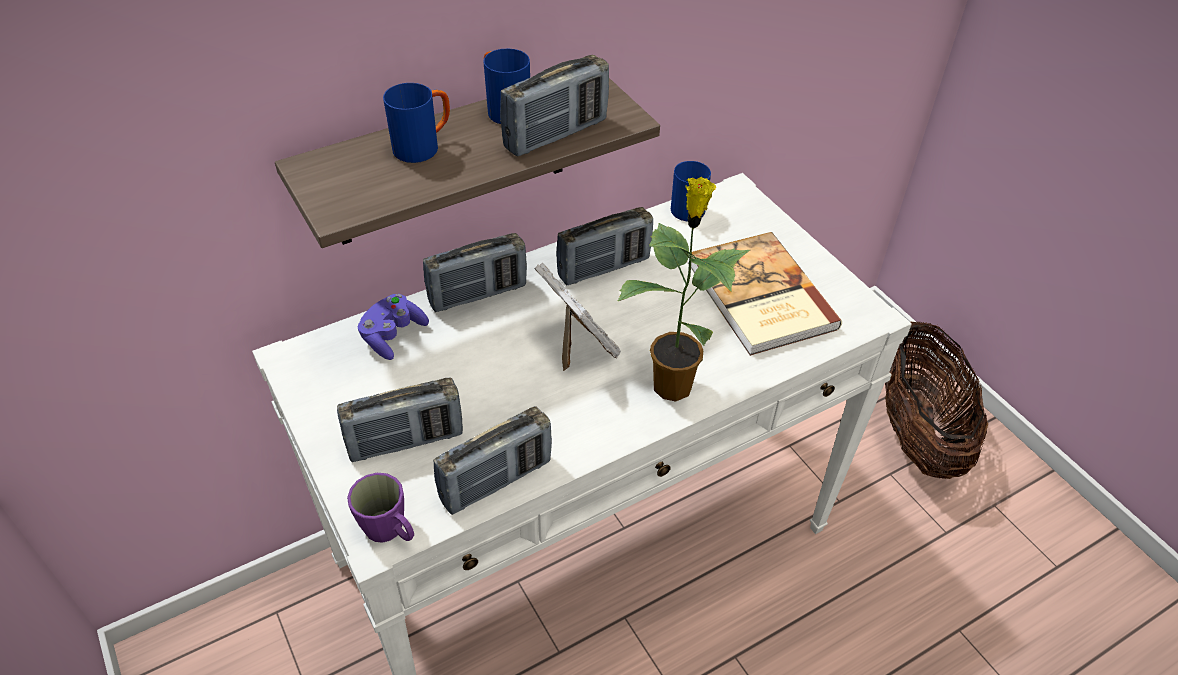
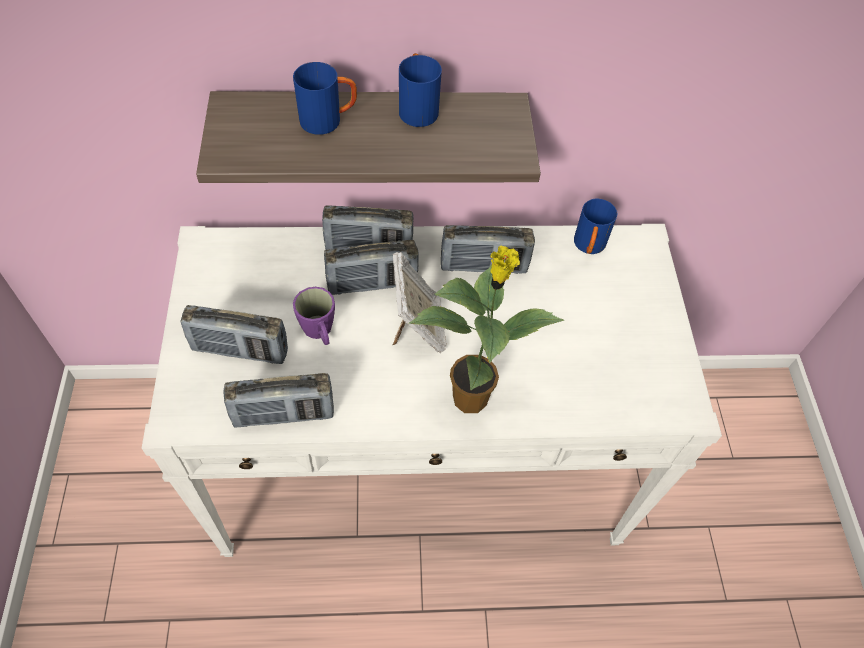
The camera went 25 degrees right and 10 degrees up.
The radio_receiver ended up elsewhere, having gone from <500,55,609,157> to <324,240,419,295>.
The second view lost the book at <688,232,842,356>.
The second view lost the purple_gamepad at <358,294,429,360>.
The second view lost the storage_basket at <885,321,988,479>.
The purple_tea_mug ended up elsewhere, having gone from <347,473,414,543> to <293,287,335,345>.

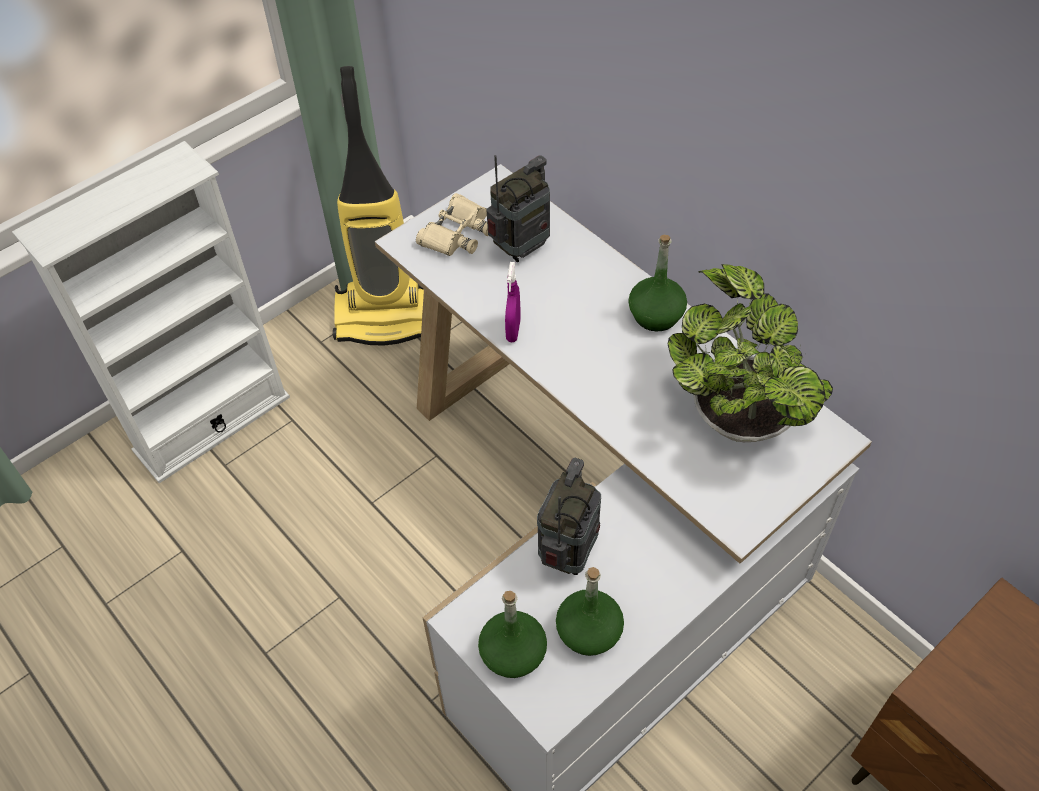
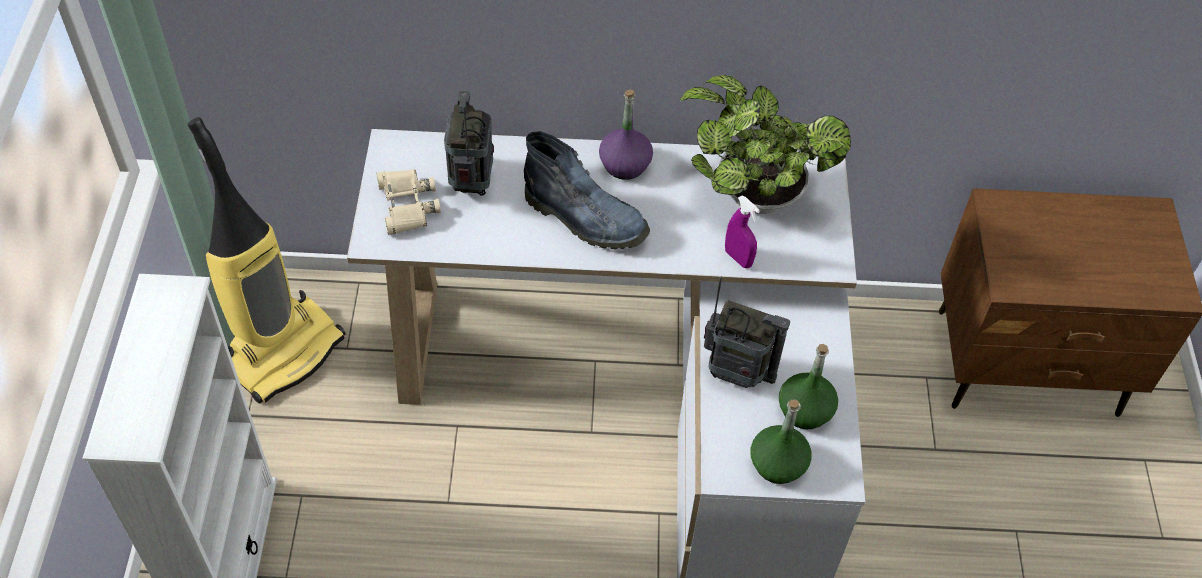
The camera went 50 degrees left and 0 degrees up.
What was the greenish_beverage_bottle at <628,235,687,332> turned into the purple_beverage_bottle at <599,90,653,180>.
The purple_hand_sprayer ended up elsewhere, having gone from <505,262,521,342> to <725,195,760,268>.
The radio_receiver at <537,458,601,575> ended up facing another way, 135 degrees clockwise from before.
The second view gained the boot at <524,131,650,250>.

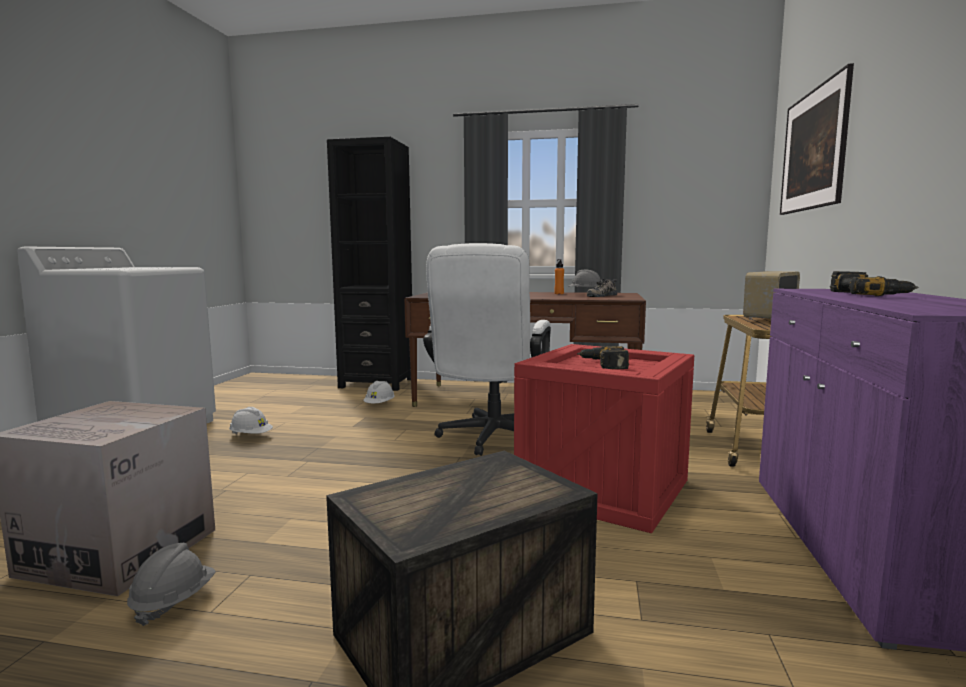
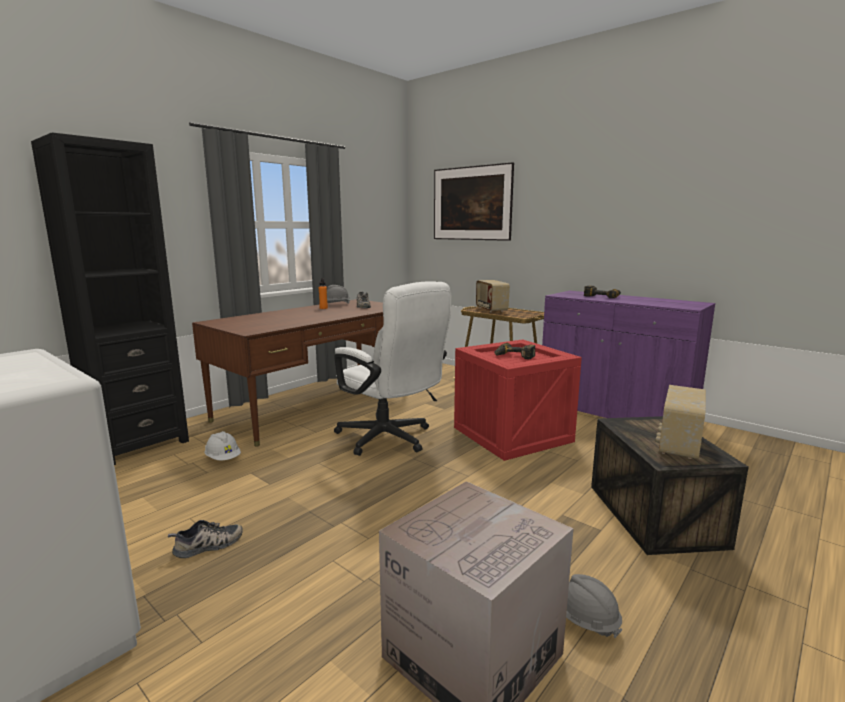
The camera went 60 degrees left and 5 degrees up.
Where the whitish_hard_hat stood at <229,407,273,434>, the low_shoe came to stand at <168,520,243,558>.
The second view gained the radio_receiver at <655,385,706,459>.

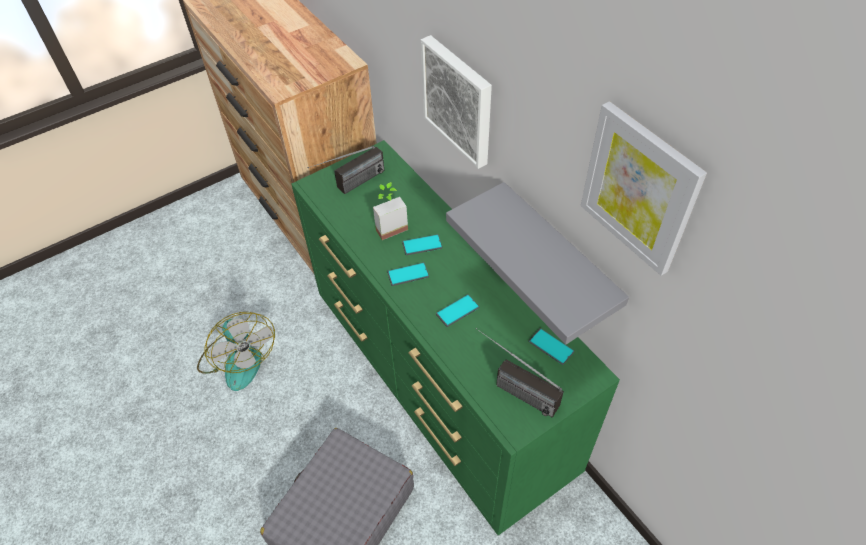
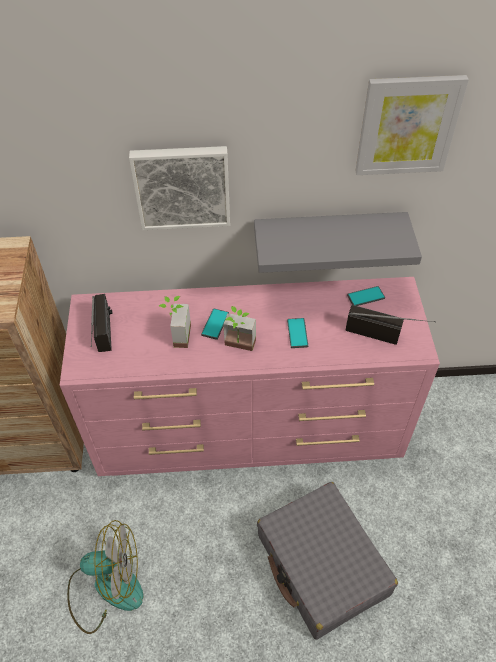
The camera went 60 degrees left and 0 degrees up.
What was the greenish_drawer_chest at <291,140,620,535> turned into the pink-coloured_drawer_chest at <60,277,440,476>.
Where the telephone stood at <387,262,429,286>, the plant_in_a_pot came to stand at <224,306,256,351>.
The radio_receiver at <476,328,564,418> ended up facing another way, 135 degrees counterclockwise from before.

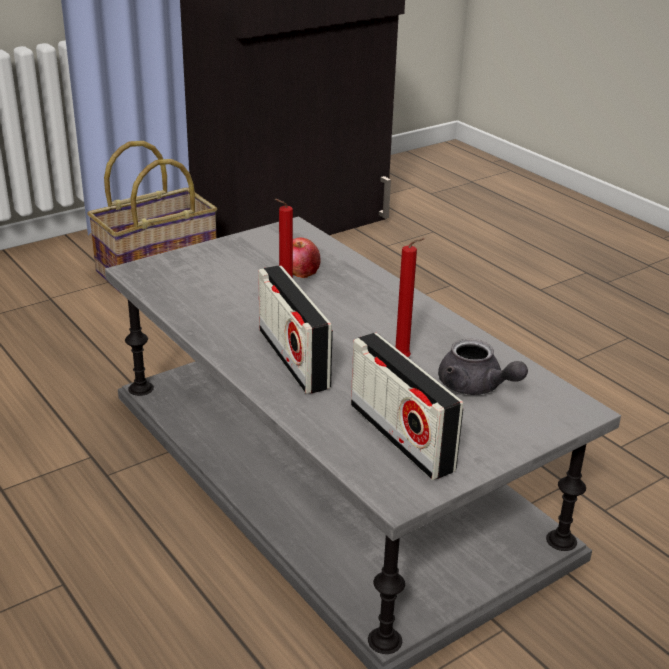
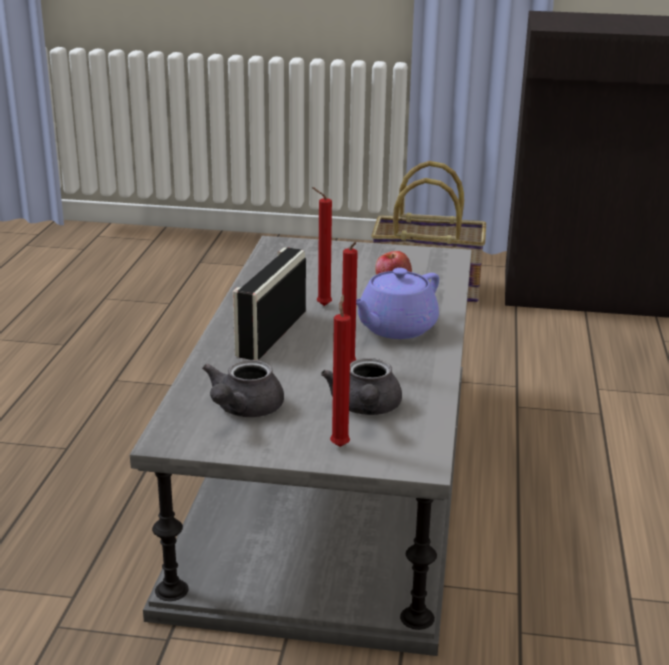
The camera went 45 degrees right and 5 degrees down.
Where the radio_receiver stood at <351,333,463,480>, the gray_pot_for_tea came to stand at <202,360,284,417>.
The second view gained the purple_pot_for_tea at <356,268,439,339>.
The second view gained the red-coloured_wax_light at <330,295,351,447>.

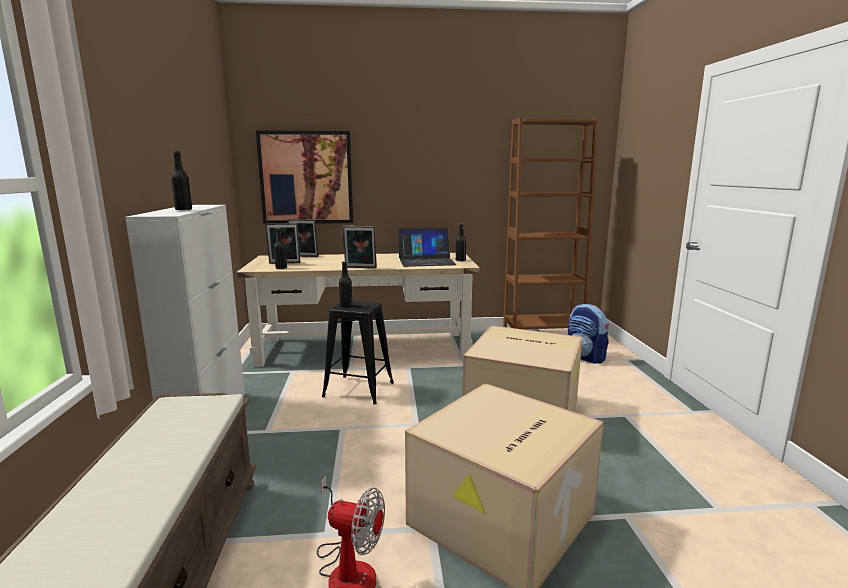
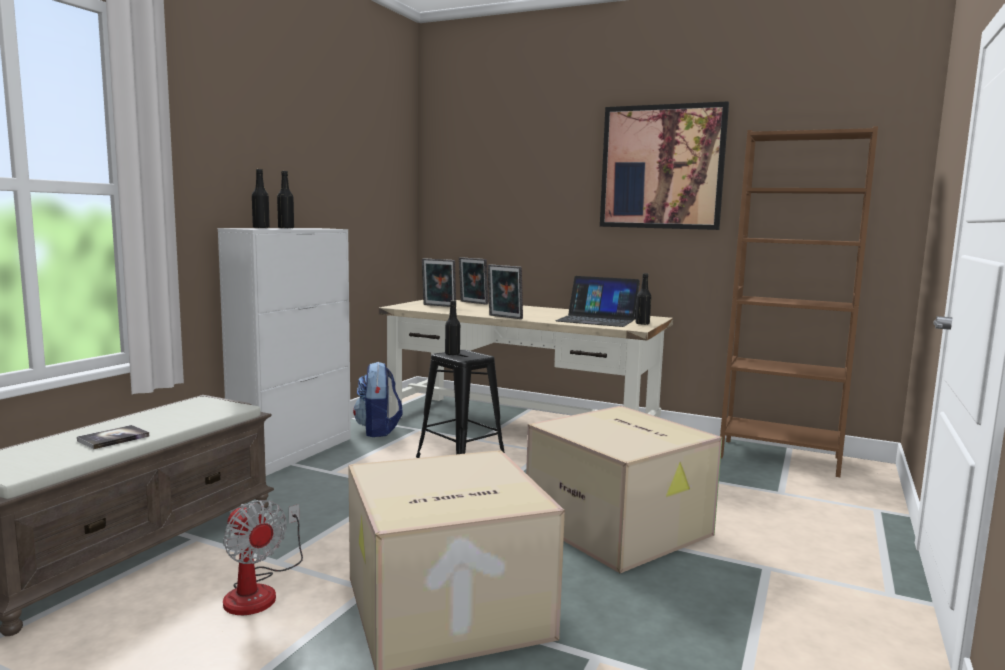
The camera went 30 degrees right and 5 degrees down.
The wall_art ended up elsewhere, having gone from <256,130,353,224> to <600,101,729,230>.
The black_beverage_bottle ended up elsewhere, having gone from <274,228,287,269> to <252,169,270,229>.
The rucksack ended up elsewhere, having gone from <568,304,609,364> to <353,362,403,437>.
The second view gained the book at <77,425,149,449>.

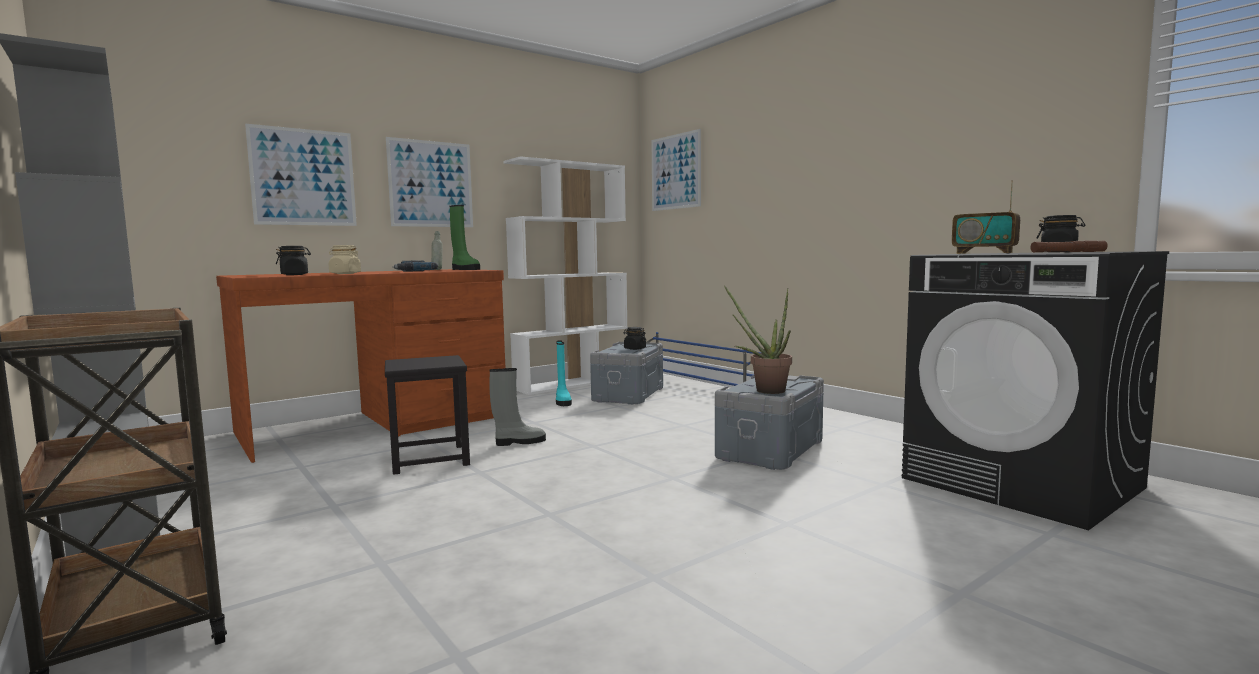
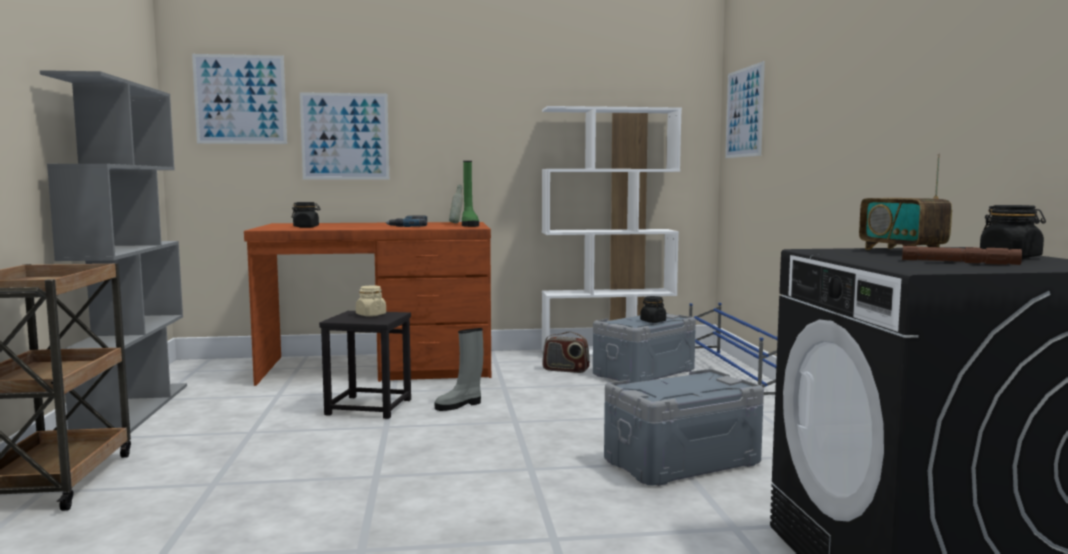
The camera went 30 degrees right and 0 degrees up.
The wall_art ended up elsewhere, having gone from <386,137,473,227> to <192,54,287,144>.
The beige-coloured_jar ended up elsewhere, having gone from <329,245,361,274> to <356,285,386,317>.
The second view lost the plant_in_a_pot at <724,285,792,394>.
Where the blue-green_boot stood at <556,340,572,406>, the radio_receiver came to stand at <542,331,590,373>.
The gray_boot at <490,368,546,446> ended up facing another way, 135 degrees clockwise from before.

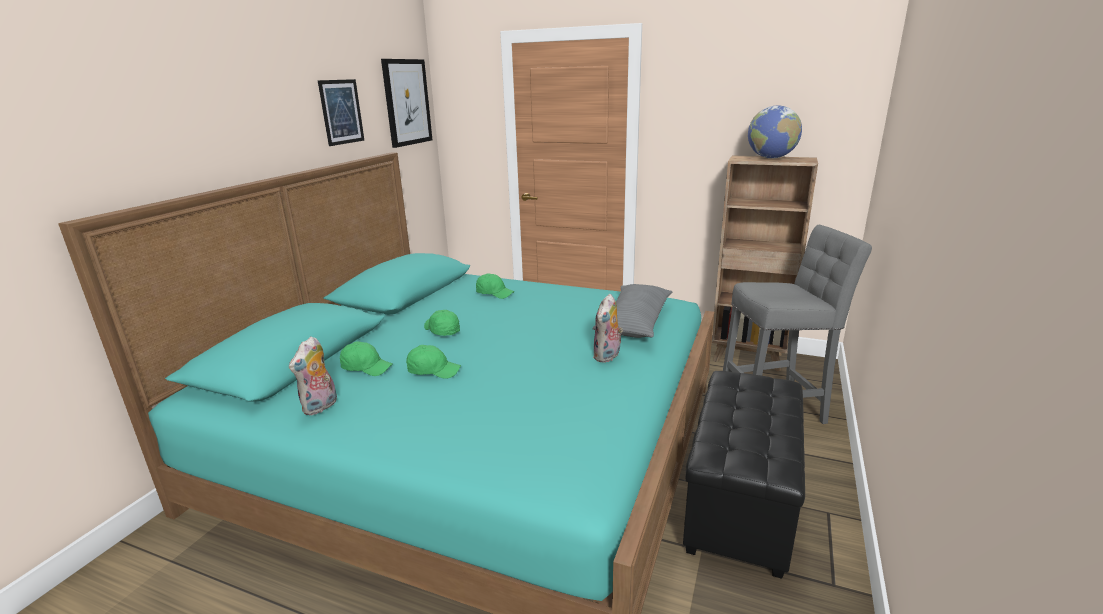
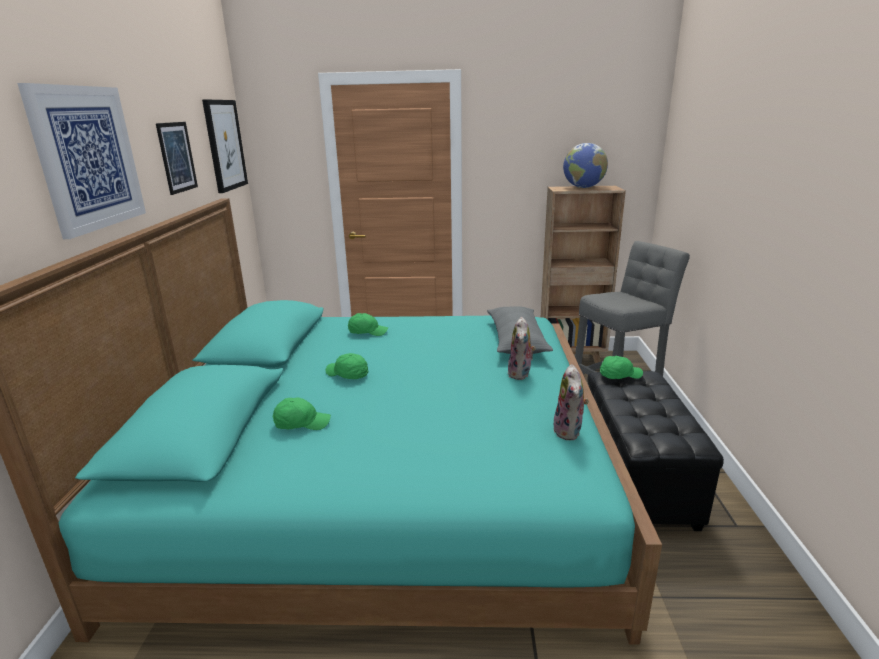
The camera went 20 degrees left and 0 degrees up.
The cuddly_toy ended up elsewhere, having gone from <289,336,337,415> to <553,364,589,441>.
The greenish_cap ended up elsewhere, having gone from <406,345,461,379> to <600,356,643,379>.
The second view gained the wall_art at <17,83,146,239>.

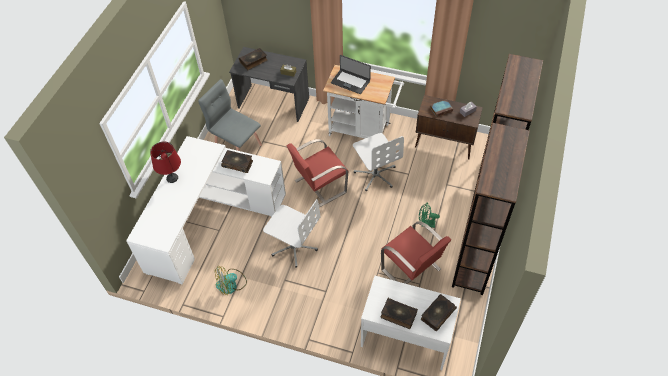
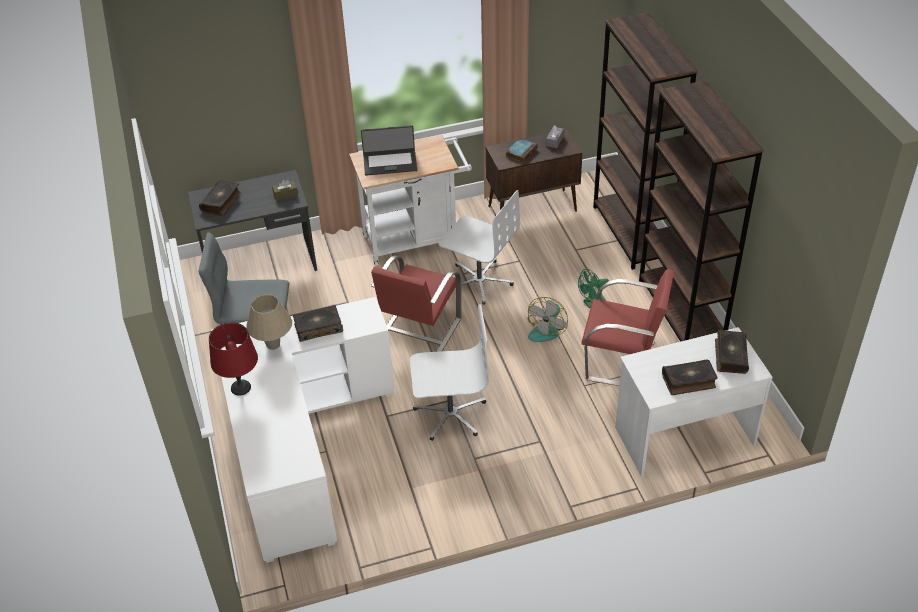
The camera went 35 degrees left and 10 degrees down.
The cooling_fan ended up elsewhere, having gone from <215,266,247,295> to <528,297,568,342>.
The second view gained the beige-coloured_table_lamp at <246,294,292,350>.

